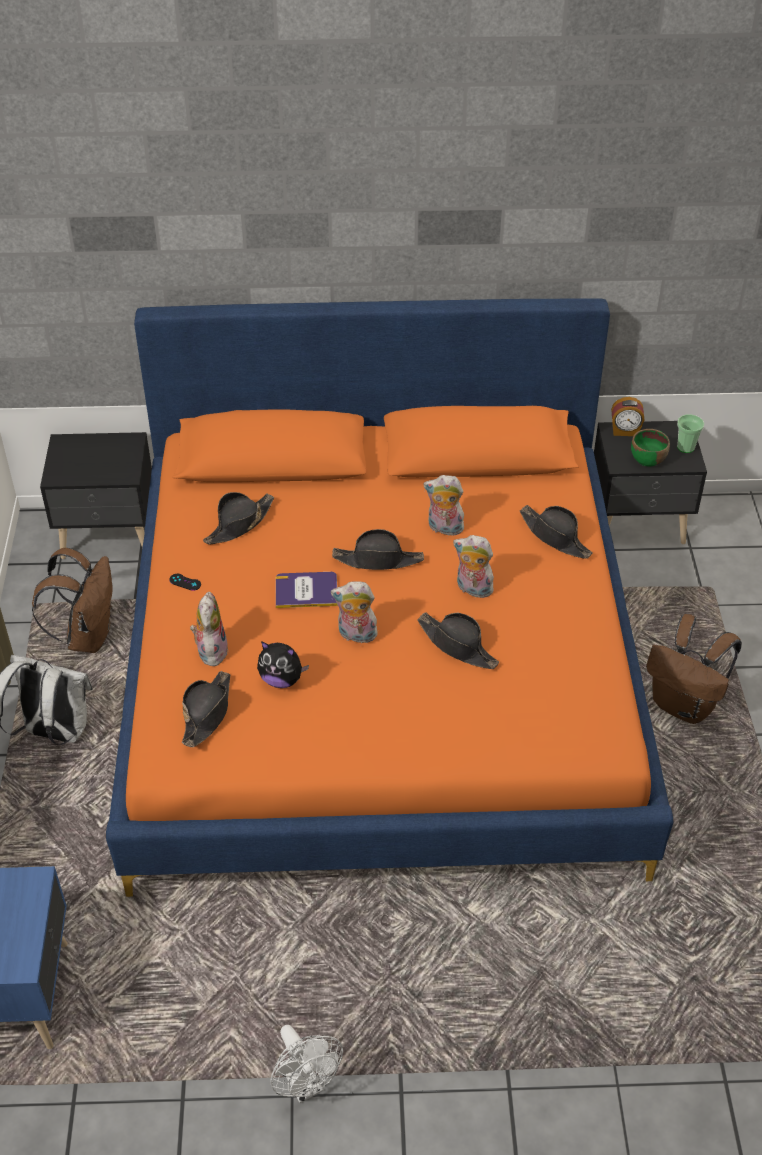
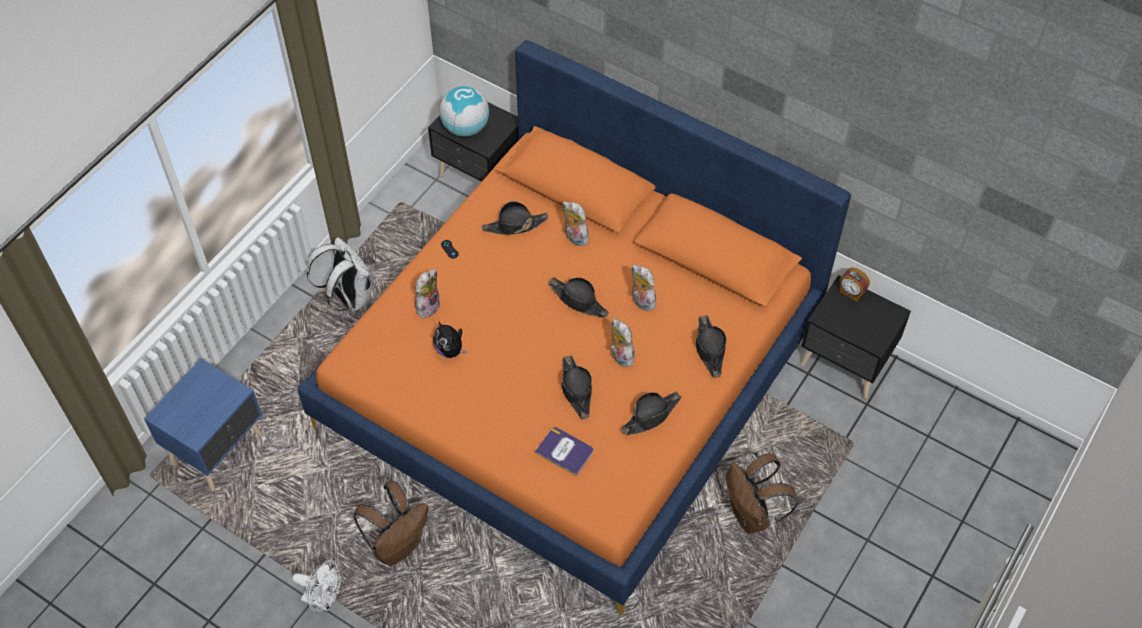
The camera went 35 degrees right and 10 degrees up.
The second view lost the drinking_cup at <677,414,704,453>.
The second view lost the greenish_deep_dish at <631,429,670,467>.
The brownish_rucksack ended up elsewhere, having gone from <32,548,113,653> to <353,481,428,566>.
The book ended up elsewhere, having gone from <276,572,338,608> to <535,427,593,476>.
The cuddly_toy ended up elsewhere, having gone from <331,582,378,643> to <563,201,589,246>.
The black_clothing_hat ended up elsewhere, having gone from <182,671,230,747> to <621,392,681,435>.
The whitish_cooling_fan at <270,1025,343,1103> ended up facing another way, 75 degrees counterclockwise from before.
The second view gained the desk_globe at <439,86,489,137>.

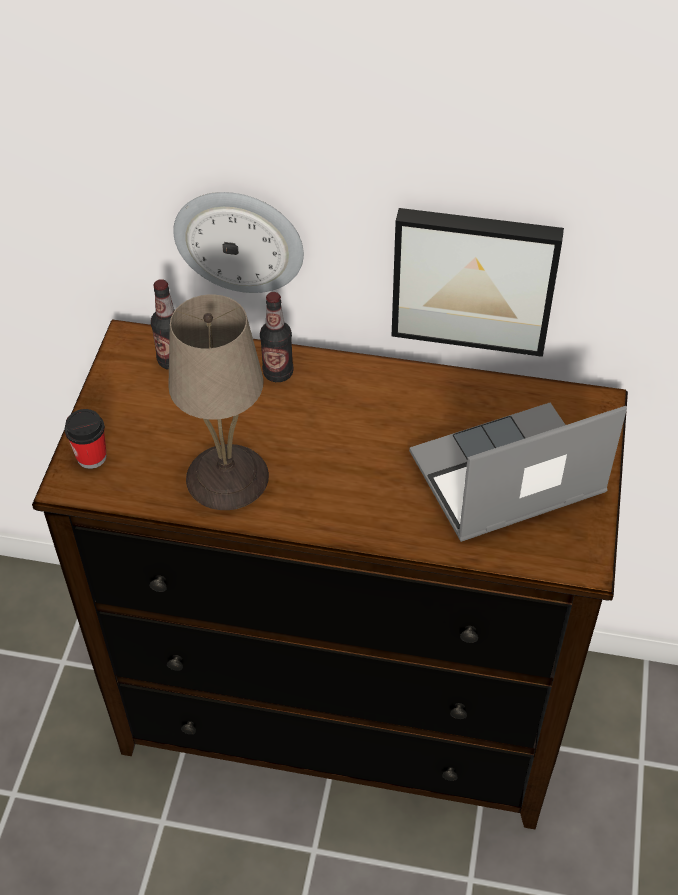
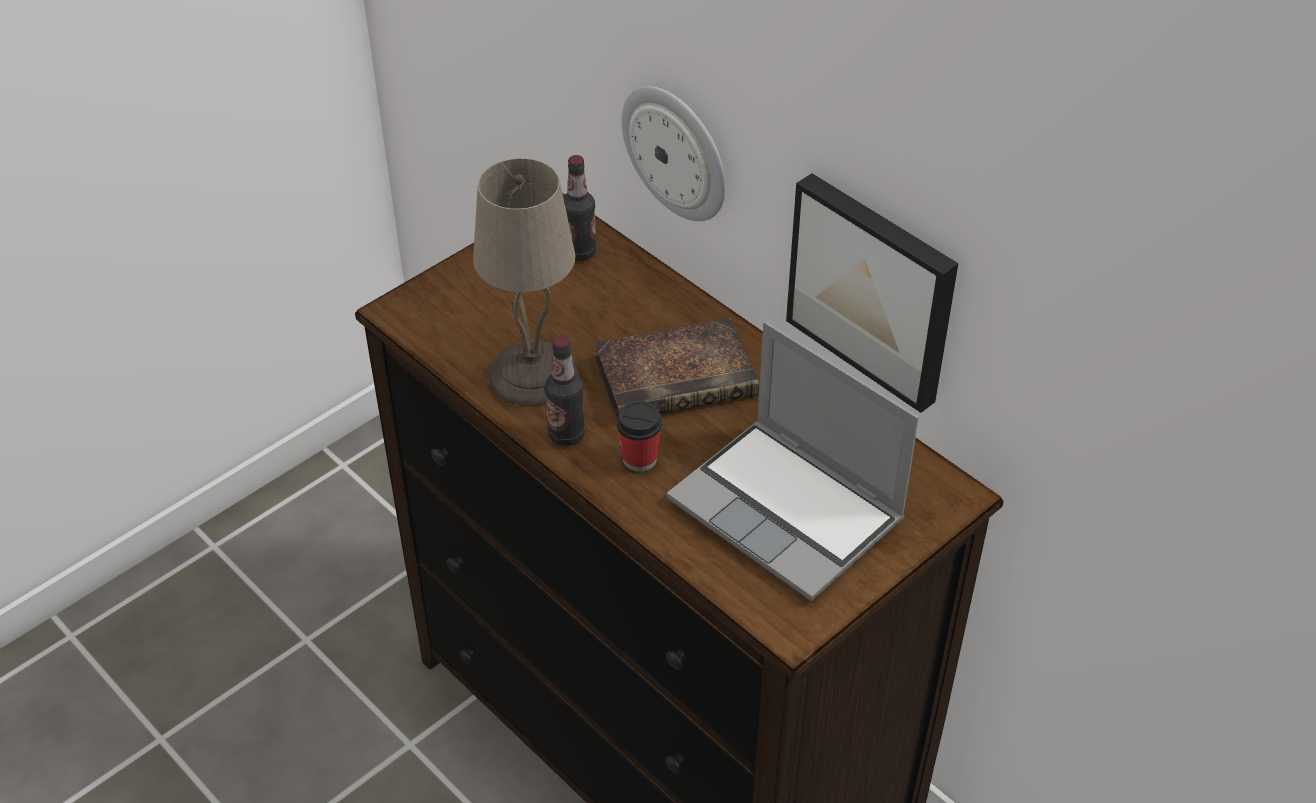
The camera went 35 degrees right and 5 degrees down.
The beverage_bottle ended up elsewhere, having gone from <260,292,294,382> to <545,336,585,446>.
The laptop at <409,403,627,542> ended up facing another way, 150 degrees counterclockwise from before.
The drinking_cup ended up elsewhere, having gone from <65,409,107,469> to <617,400,662,472>.
The second view gained the book at <595,318,759,417>.

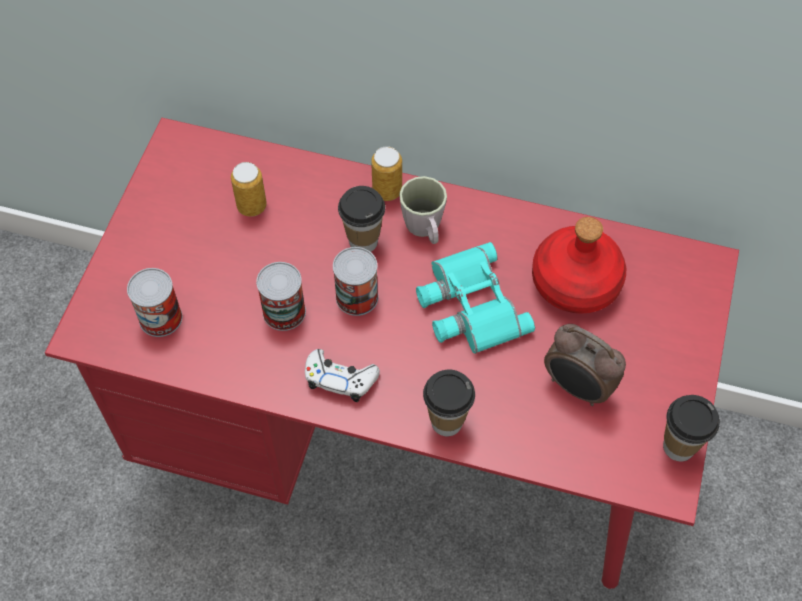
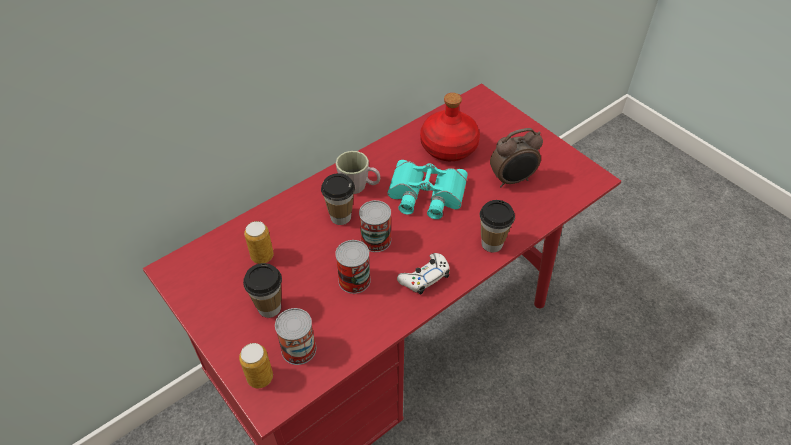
The camera went 55 degrees left and 10 degrees down.
The metal_can ended up elsewhere, having gone from <371,146,402,201> to <239,343,273,388>.
The drinking_cup ended up elsewhere, having gone from <663,395,720,462> to <243,263,282,318>.

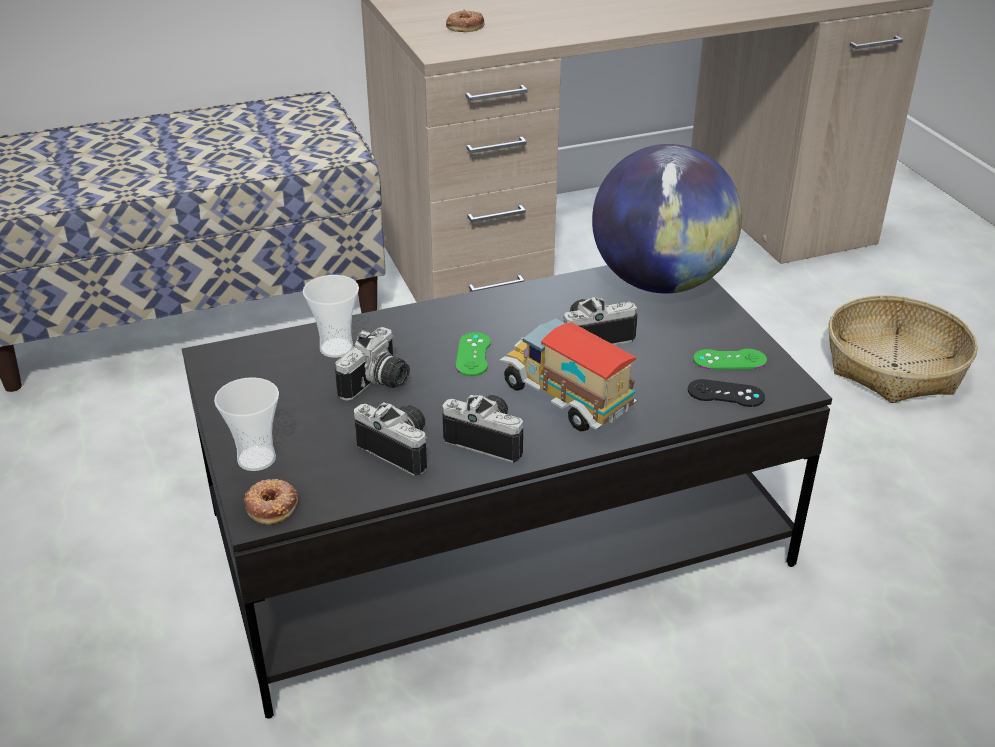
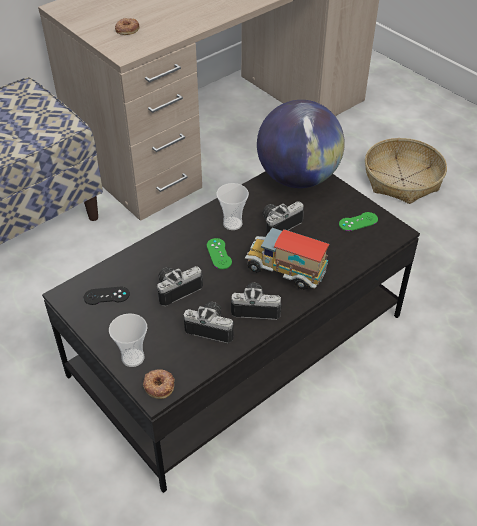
The camera went 20 degrees left and 10 degrees up.
The drinking_cup ended up elsewhere, having gone from <303,275,359,358> to <216,183,249,230>.
The photo_camera at <335,327,410,401> ended up facing another way, 135 degrees counterclockwise from before.
The black_gamepad ended up elsewhere, having gone from <688,379,765,407> to <83,287,130,305>.

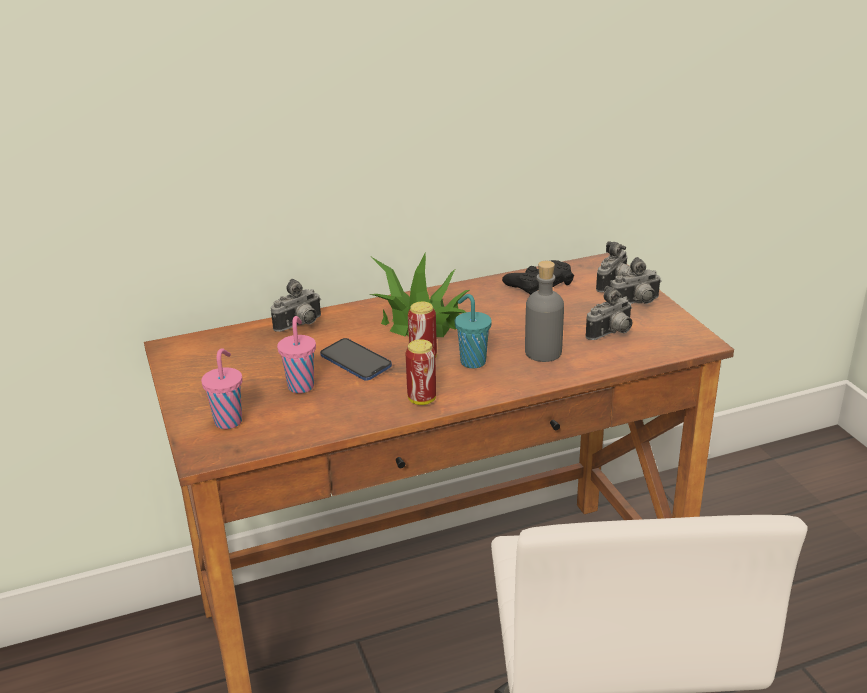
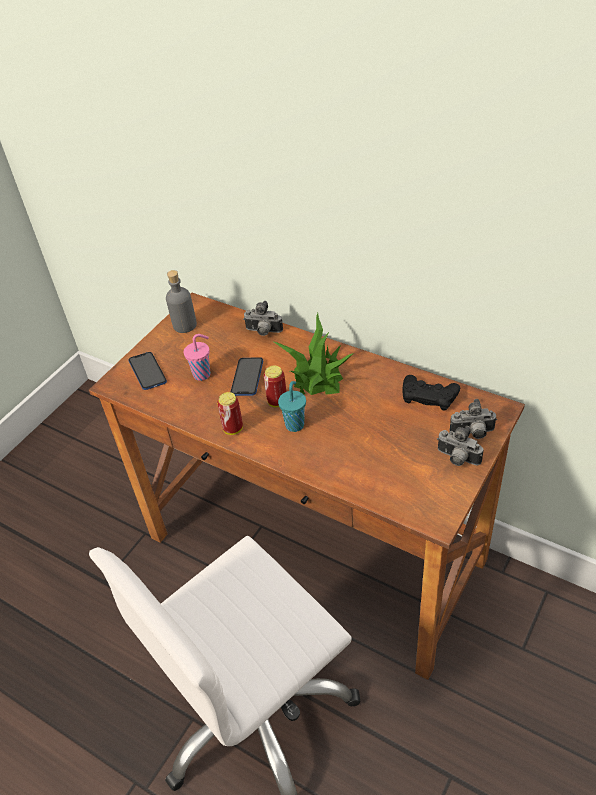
The camera went 55 degrees right and 15 degrees up.
The gray_beverage_bottle ended up elsewhere, having gone from <525,261,564,362> to <166,270,197,333>.
The second view lost the photo_camera at <585,286,632,340>.
Where the pink-coloured_drinking_cup stood at <201,348,243,429>, the telephone came to stand at <128,352,167,390>.

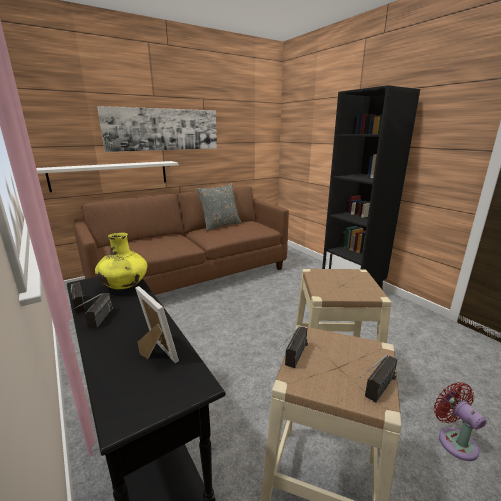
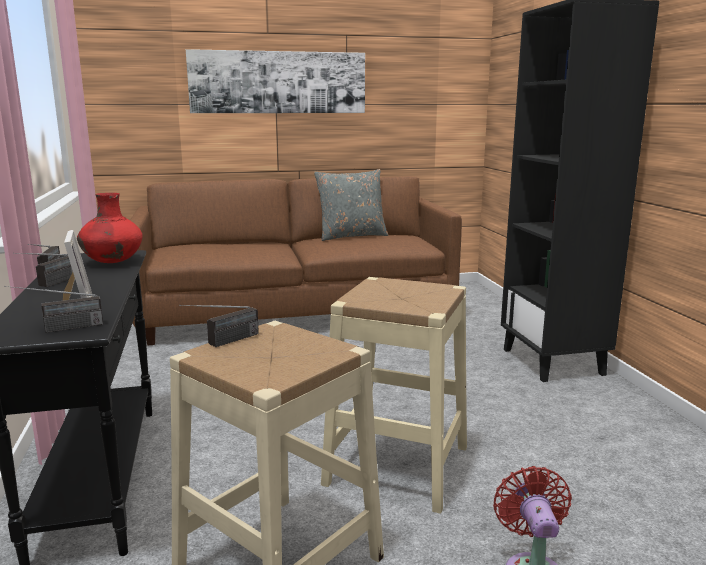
The camera went 20 degrees right and 5 degrees down.
The second view lost the whitish_shelf at <36,161,178,192>.
What was the yellow-coloured_decorative_vase at <95,233,147,289> turned into the red-coloured_decorative_vase at <77,193,143,263>.
The radio_receiver ended up elsewhere, having gone from <359,355,397,402> to <4,286,103,333>.

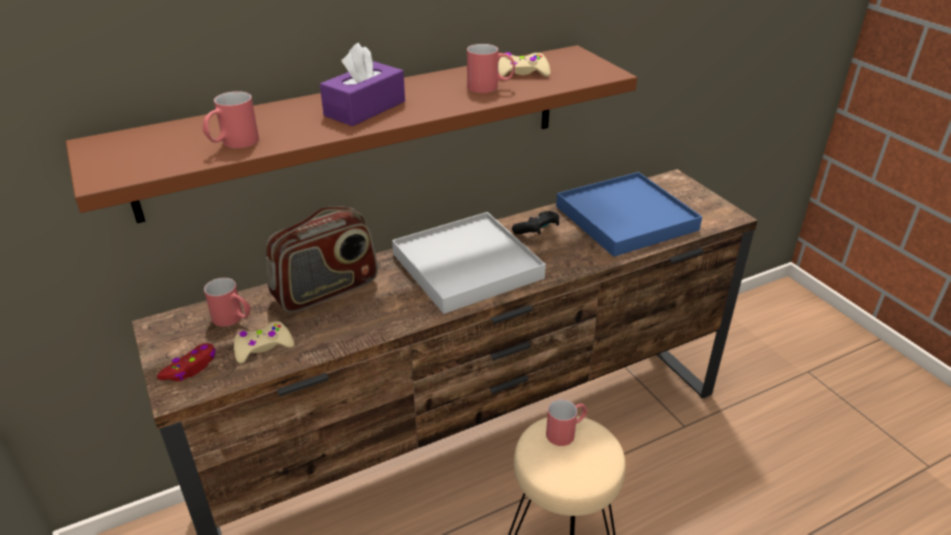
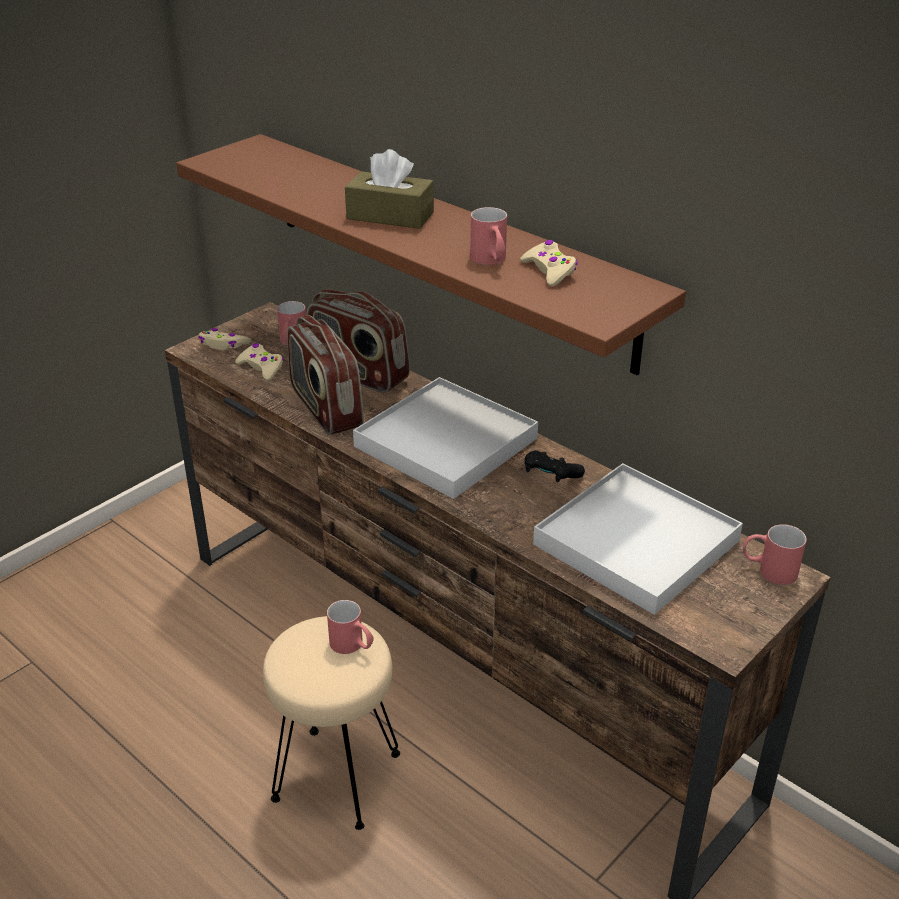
The camera went 70 degrees right and 0 degrees up.
What was the purple_tissue_box at <320,43,405,126> turned into the brownish_tissue_box at <345,149,434,229>.
The red-coloured_tea_mug ended up elsewhere, having gone from <202,91,259,148> to <743,524,807,585>.
What was the blue-coloured_carrying_tray at <556,172,702,257> turned into the whitish_carrying_tray at <533,463,743,615>.
What was the red-coloured_gamepad at <157,343,216,381> turned into the beige-coloured_gamepad at <198,328,251,350>.
The second view gained the radio_receiver at <287,315,364,435>.

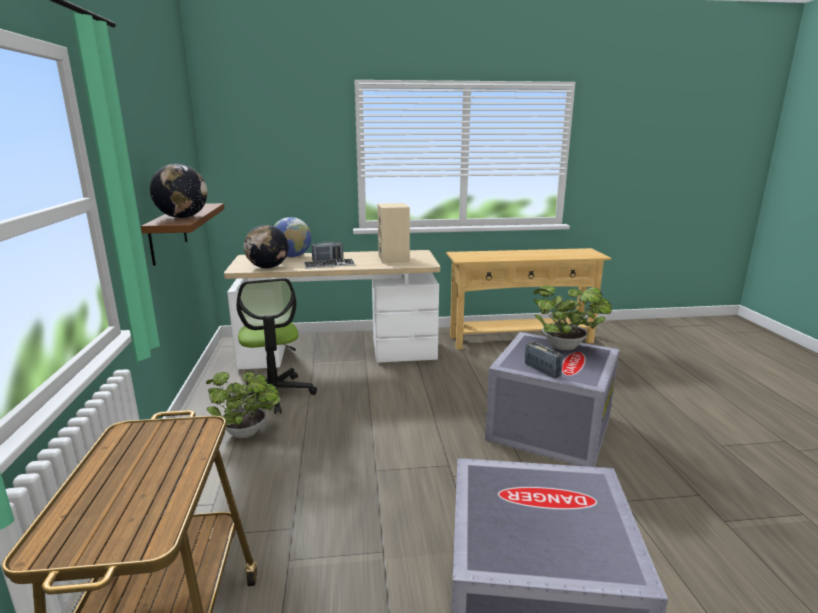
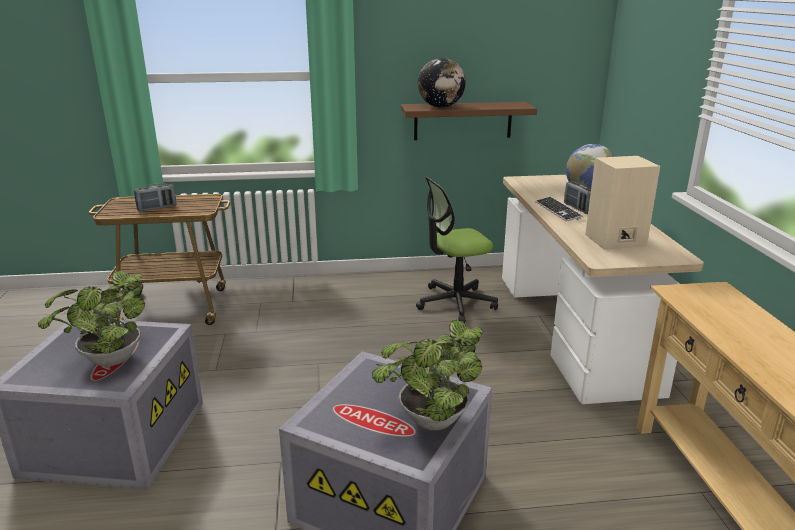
The camera went 90 degrees right and 5 degrees up.
The second view lost the desk_globe at <244,225,288,268>.
The radio_receiver ended up elsewhere, having gone from <525,341,563,378> to <134,183,176,211>.
The plant_in_a_pot ended up elsewhere, having gone from <206,372,281,438> to <38,271,145,366>.

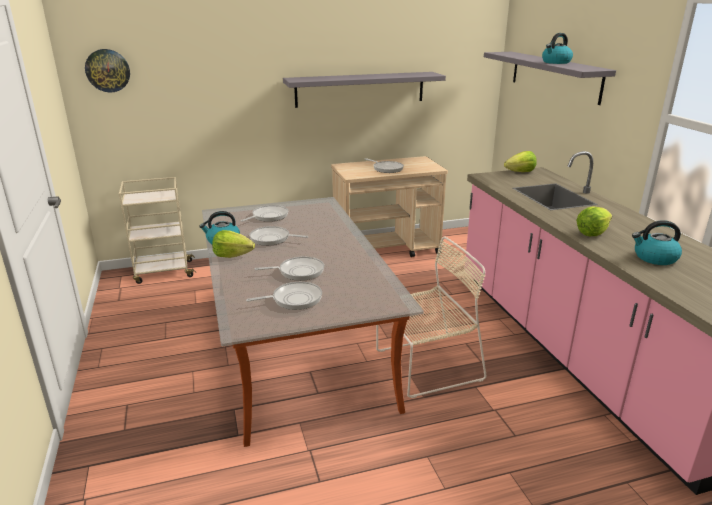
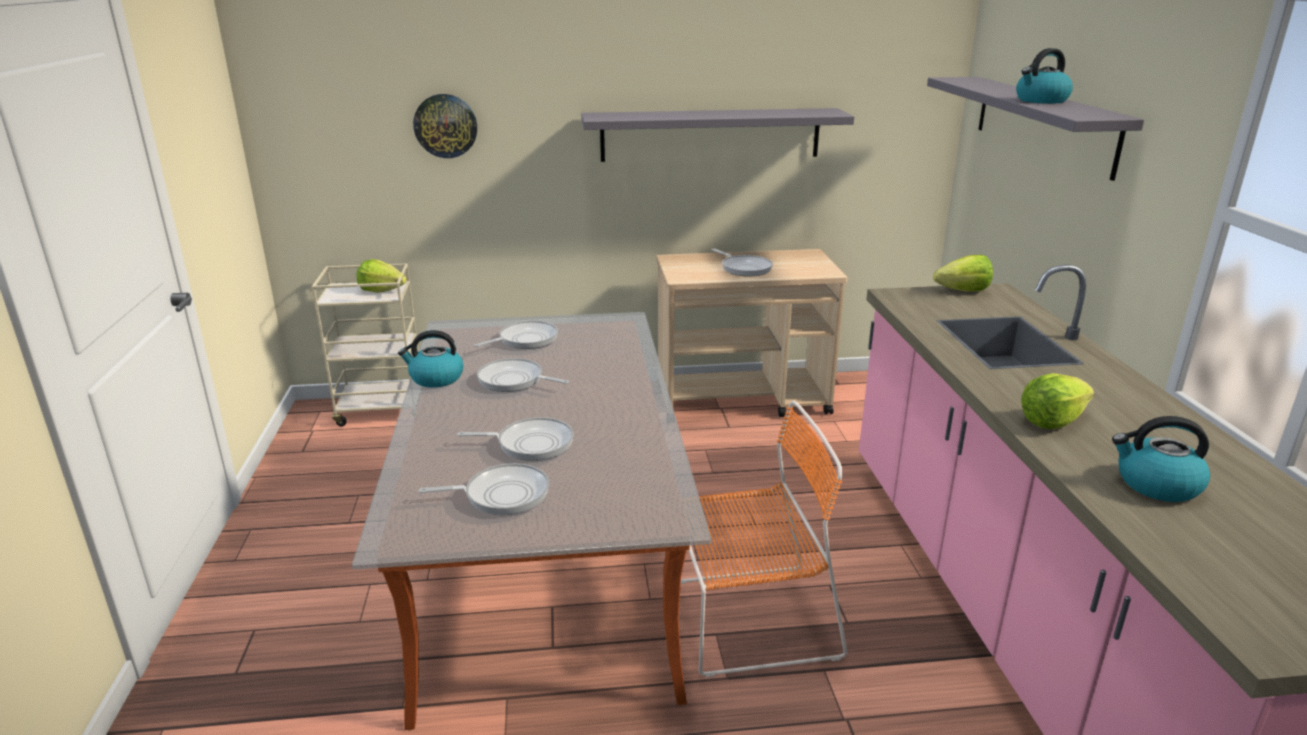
The camera went 10 degrees right and 0 degrees up.
The hanging_clock ended up elsewhere, having gone from <85,49,130,93> to <413,94,477,158>.
The lettuce ended up elsewhere, having gone from <212,230,255,258> to <357,259,407,293>.
What was the beige-coloured_chair at <376,236,487,398> turned into the orangey_chair at <681,401,847,678>.

